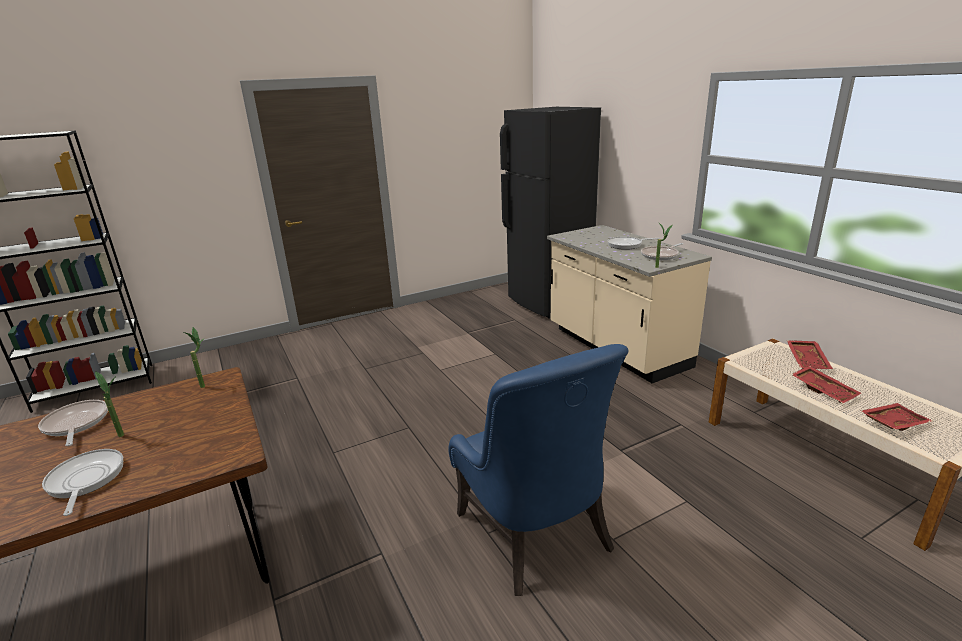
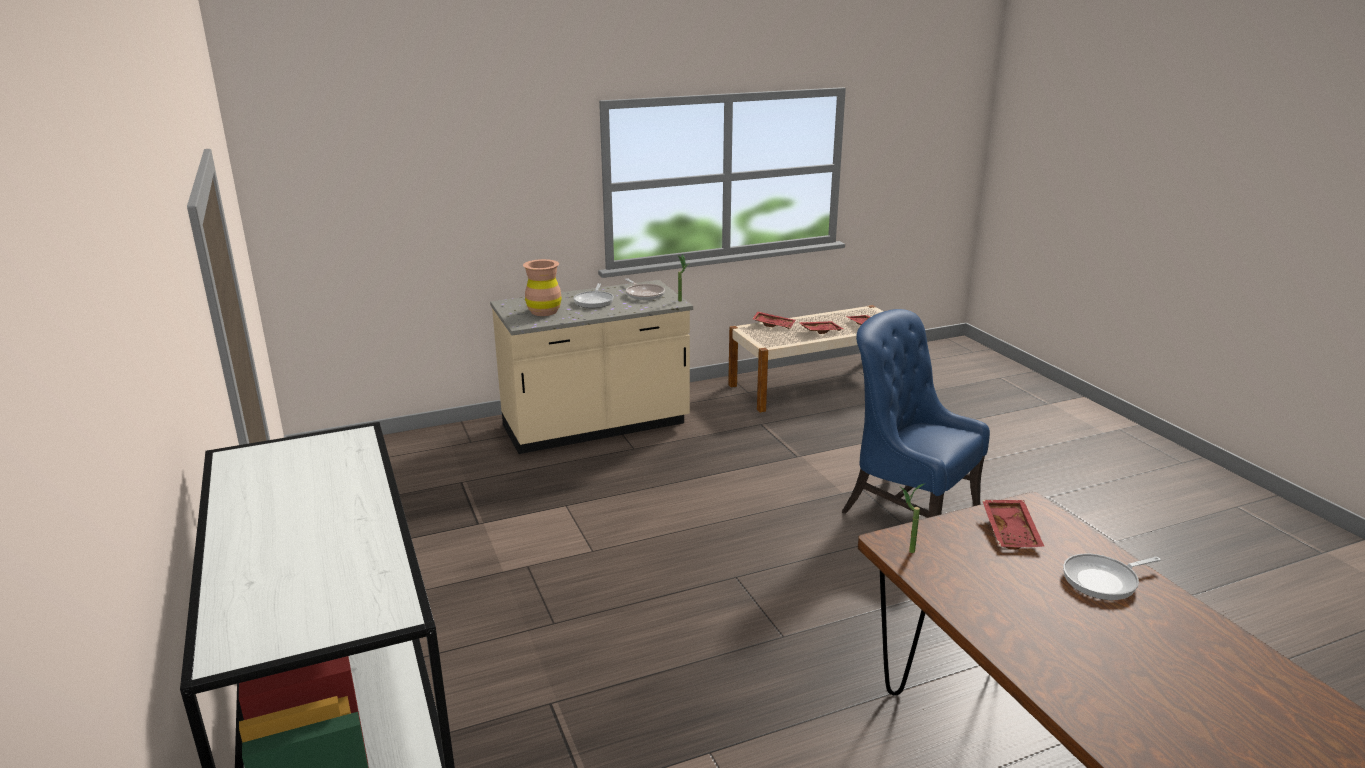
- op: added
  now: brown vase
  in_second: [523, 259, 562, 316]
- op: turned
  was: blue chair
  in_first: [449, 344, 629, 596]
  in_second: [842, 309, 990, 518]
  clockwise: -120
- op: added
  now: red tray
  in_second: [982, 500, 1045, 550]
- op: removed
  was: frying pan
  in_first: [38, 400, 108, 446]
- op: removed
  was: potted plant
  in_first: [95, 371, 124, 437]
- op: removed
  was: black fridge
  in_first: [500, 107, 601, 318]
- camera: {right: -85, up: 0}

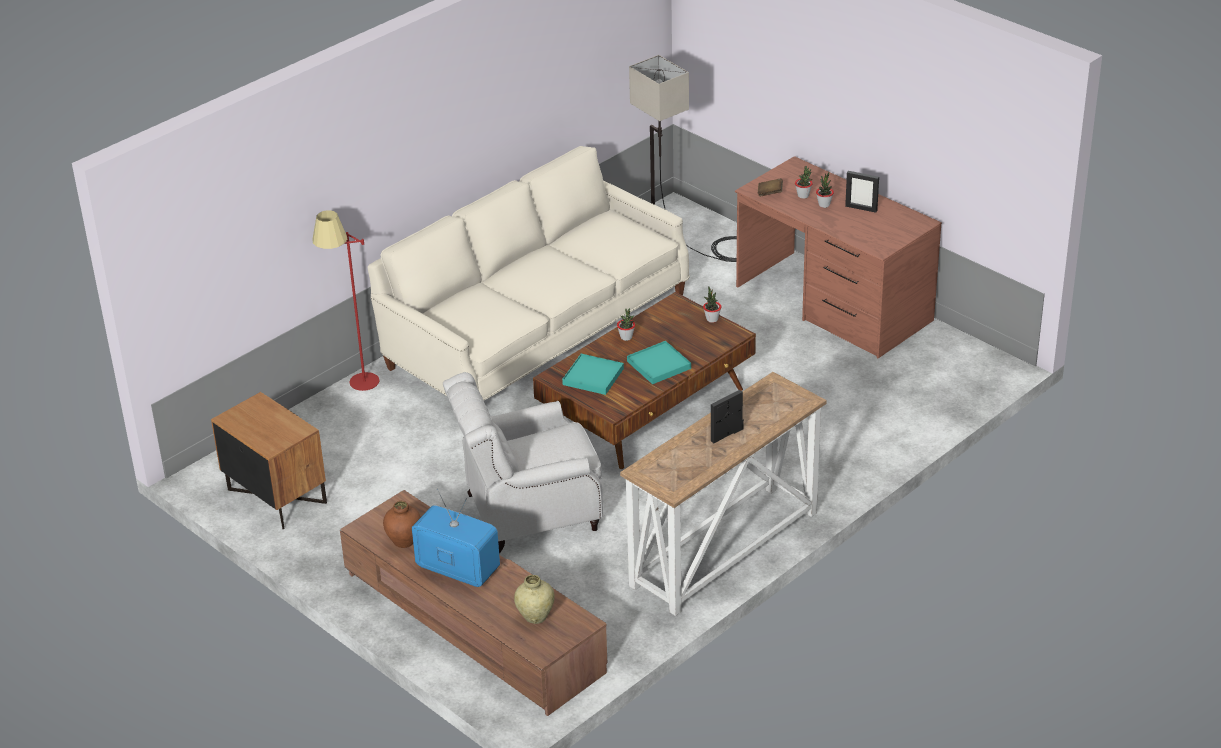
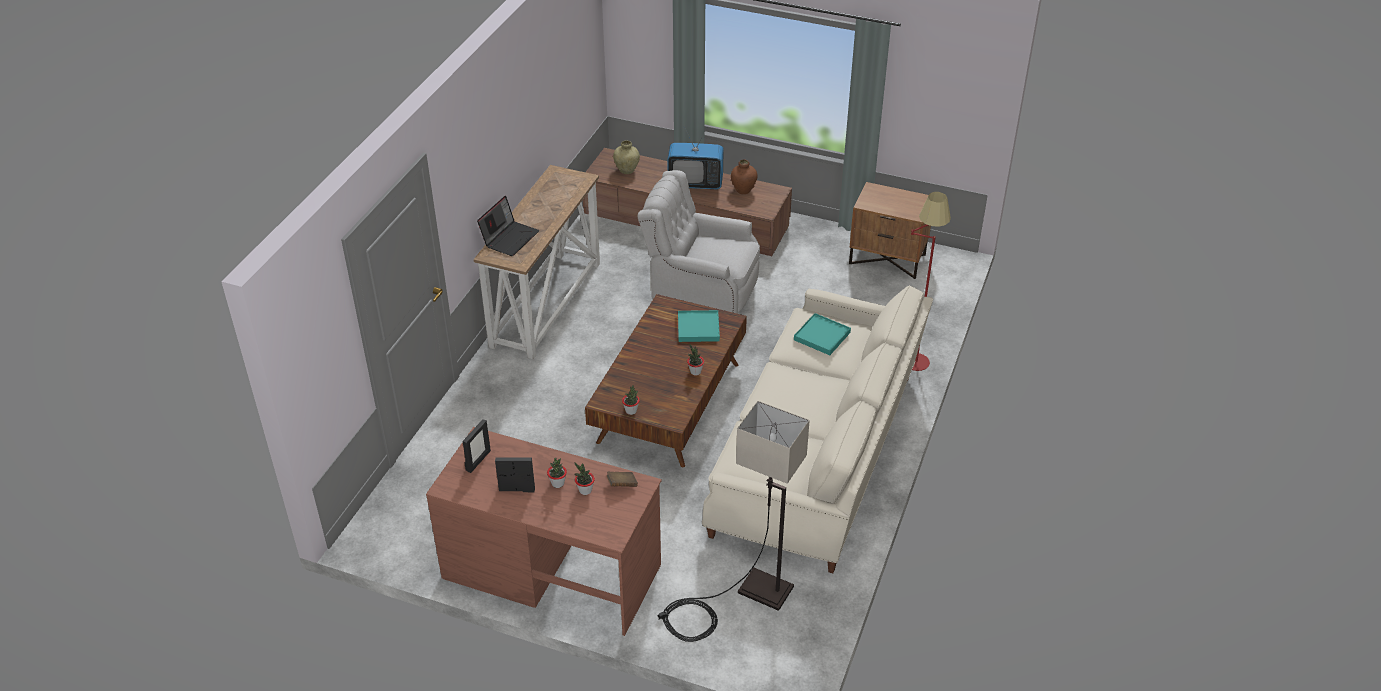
- op: moved
  was: picture frame
  in_first: [711, 390, 744, 443]
  in_second: [463, 419, 491, 473]
- op: added
  now: laptop
  in_second: [477, 196, 539, 256]
- op: turned
  was: white armchair
  in_first: [443, 372, 603, 553]
  in_second: [638, 170, 760, 313]
  clockwise: -120
- op: moved
  was: turquoise tray
  in_first: [627, 341, 691, 384]
  in_second: [794, 313, 851, 355]
- camera: {right: 155, up: 5}

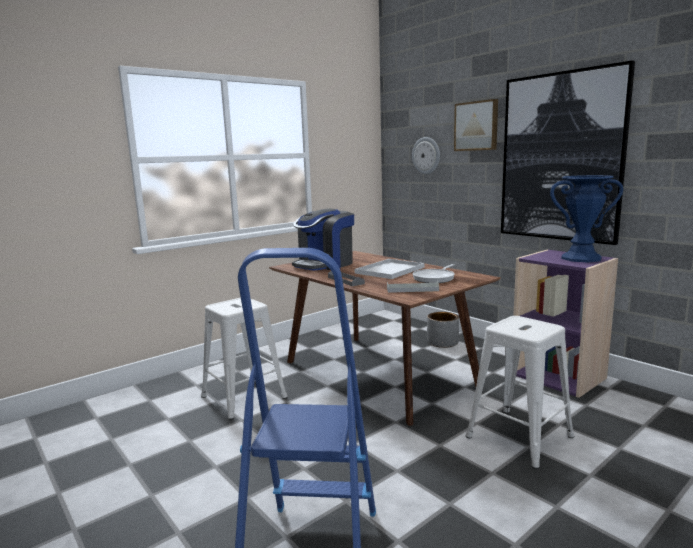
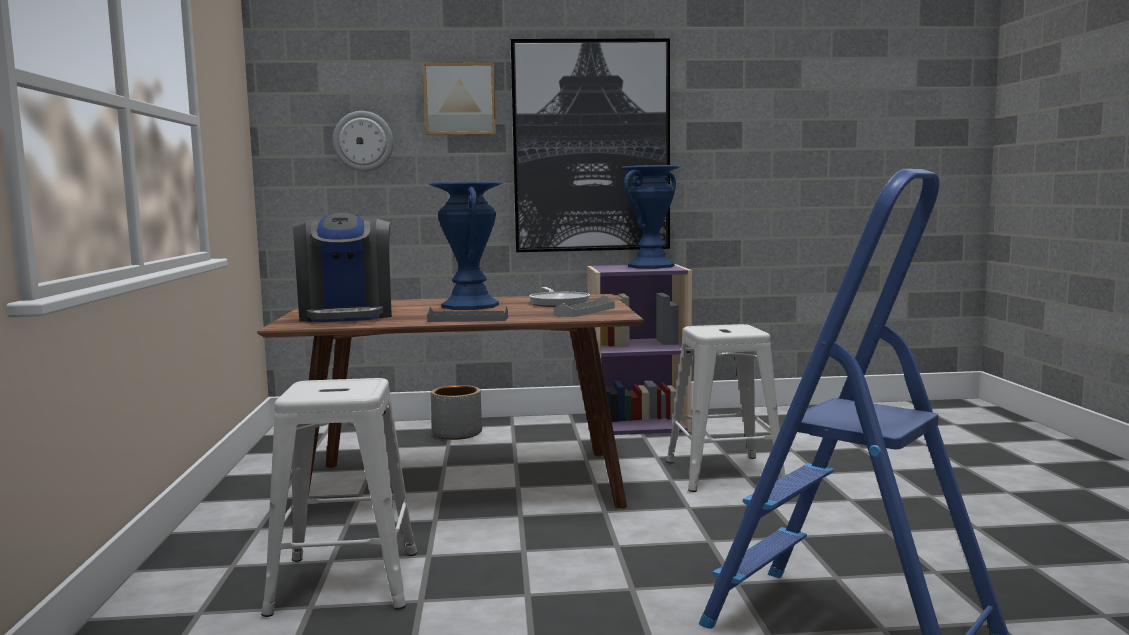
- op: replaced
  was: white tray
  now: blue vase
  in_first: [355, 259, 425, 279]
  in_second: [429, 181, 503, 310]
- camera: {right: -55, up: -5}

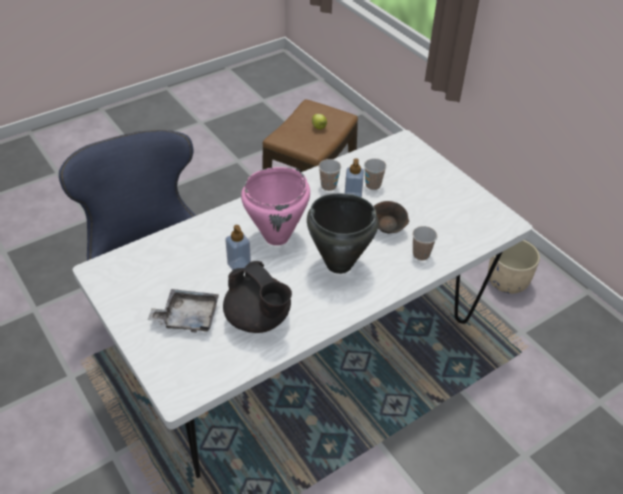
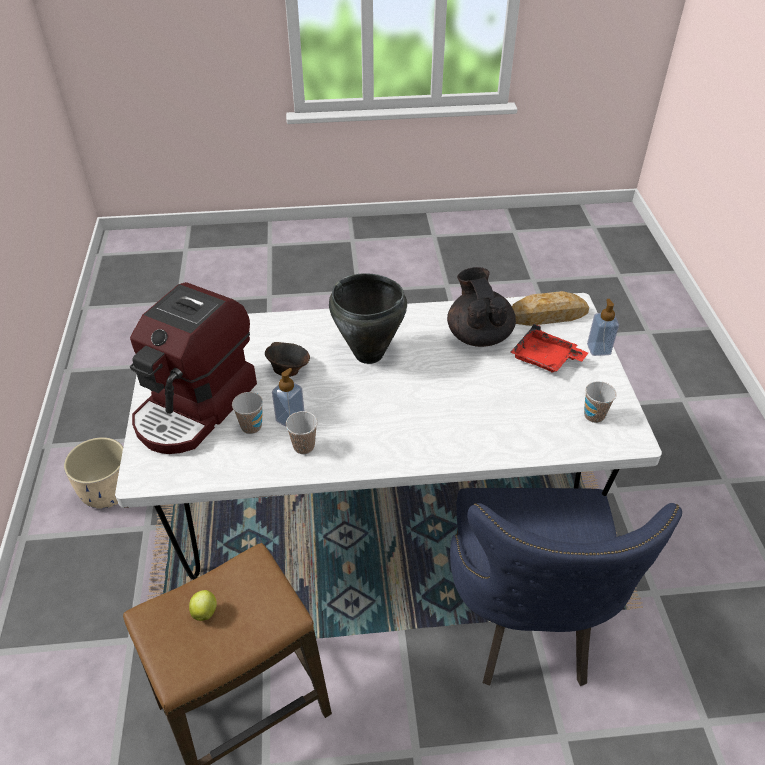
- op: added
  now: coffee machine
  in_second: [130, 282, 257, 454]
- op: recoloured
  was: grey tray
  now: red tray
  in_first: [148, 289, 219, 332]
  in_second: [510, 324, 588, 373]
- op: added
  now: bread
  in_second: [512, 291, 589, 326]
- op: moved
  was: cup
  in_first: [412, 226, 437, 260]
  in_second: [584, 381, 617, 423]
- op: moved
  was: soap dispenser
  in_first: [225, 225, 251, 270]
  in_second: [587, 299, 619, 356]
- op: removed
  was: pink cooking pot
  in_first: [241, 167, 310, 246]
- camera: {right: -150, up: 0}

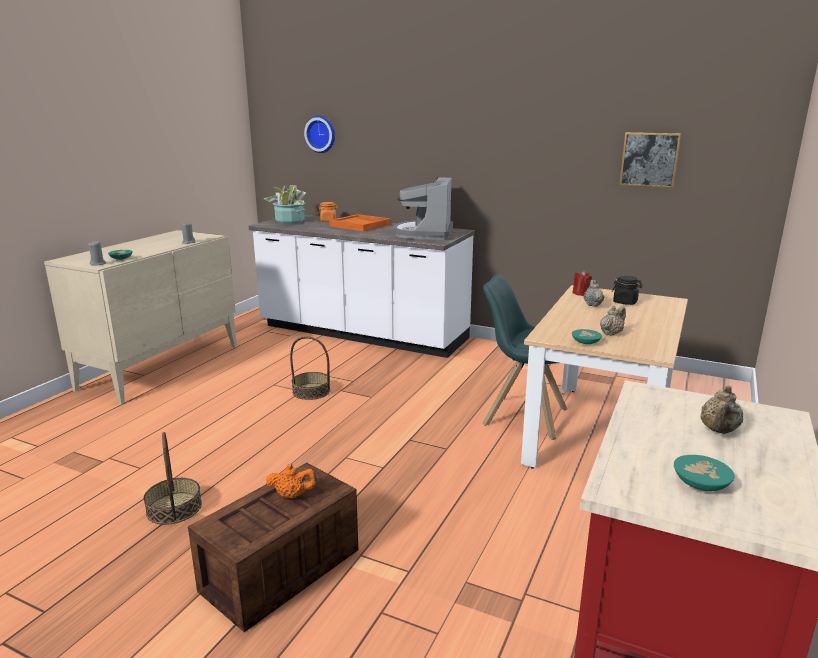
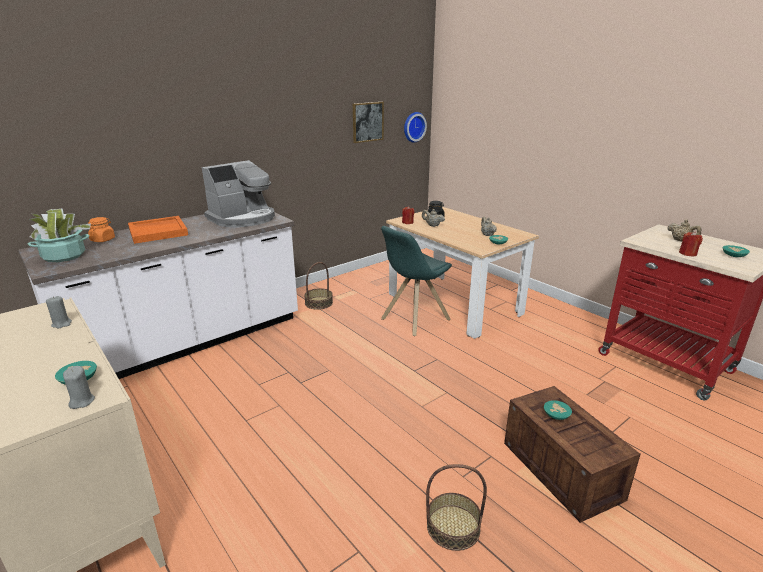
- op: turned
  was: coffee machine
  in_first: [394, 177, 453, 240]
  in_second: [202, 160, 275, 228]
  clockwise: -75
- op: moved
  was: basket
  in_first: [290, 336, 330, 400]
  in_second: [304, 262, 333, 310]
- op: moved
  was: wall clock
  in_first: [304, 116, 335, 153]
  in_second: [404, 112, 427, 143]
- op: replaced
  was: orange teapot
  now: turquoise bowl
  in_first: [266, 464, 317, 498]
  in_second: [544, 400, 572, 420]
- op: added
  now: red candle
  in_second: [679, 232, 703, 256]
- camera: {right: -65, up: 5}

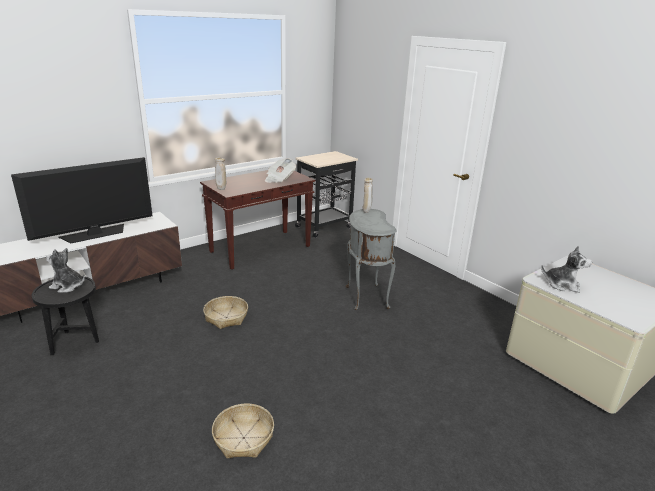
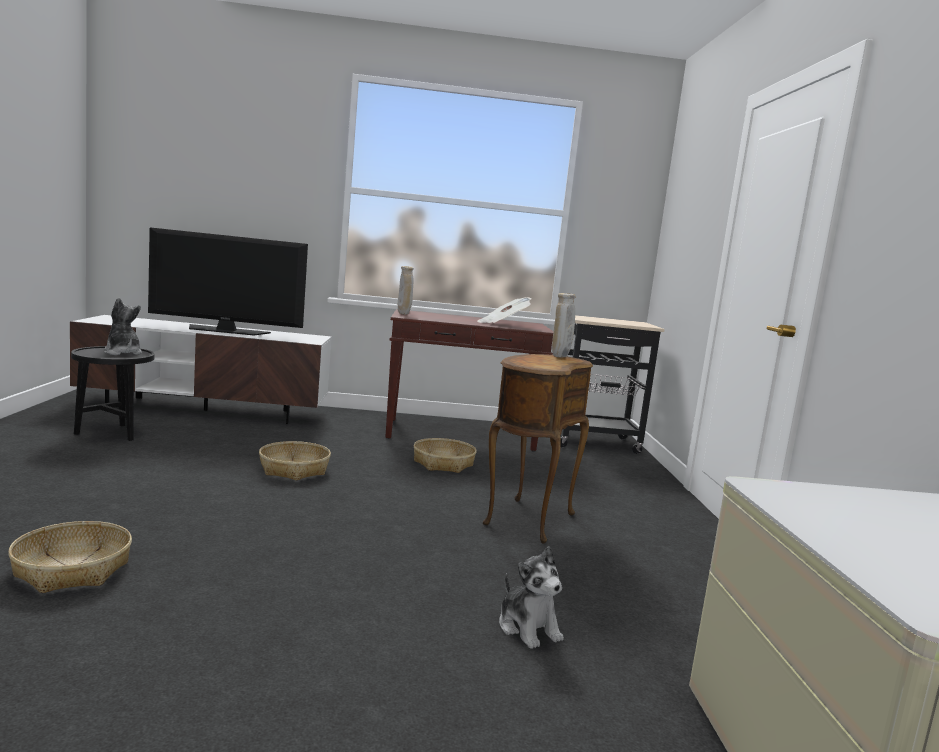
- op: added
  now: basket
  in_second: [414, 438, 477, 473]
- op: recoloured
  was: grey side table
  now: brown side table
  in_first: [346, 209, 397, 310]
  in_second: [483, 354, 593, 544]
- op: moved
  was: plush toy
  in_first: [541, 246, 592, 293]
  in_second: [499, 546, 564, 649]
- camera: {right: 35, up: -15}

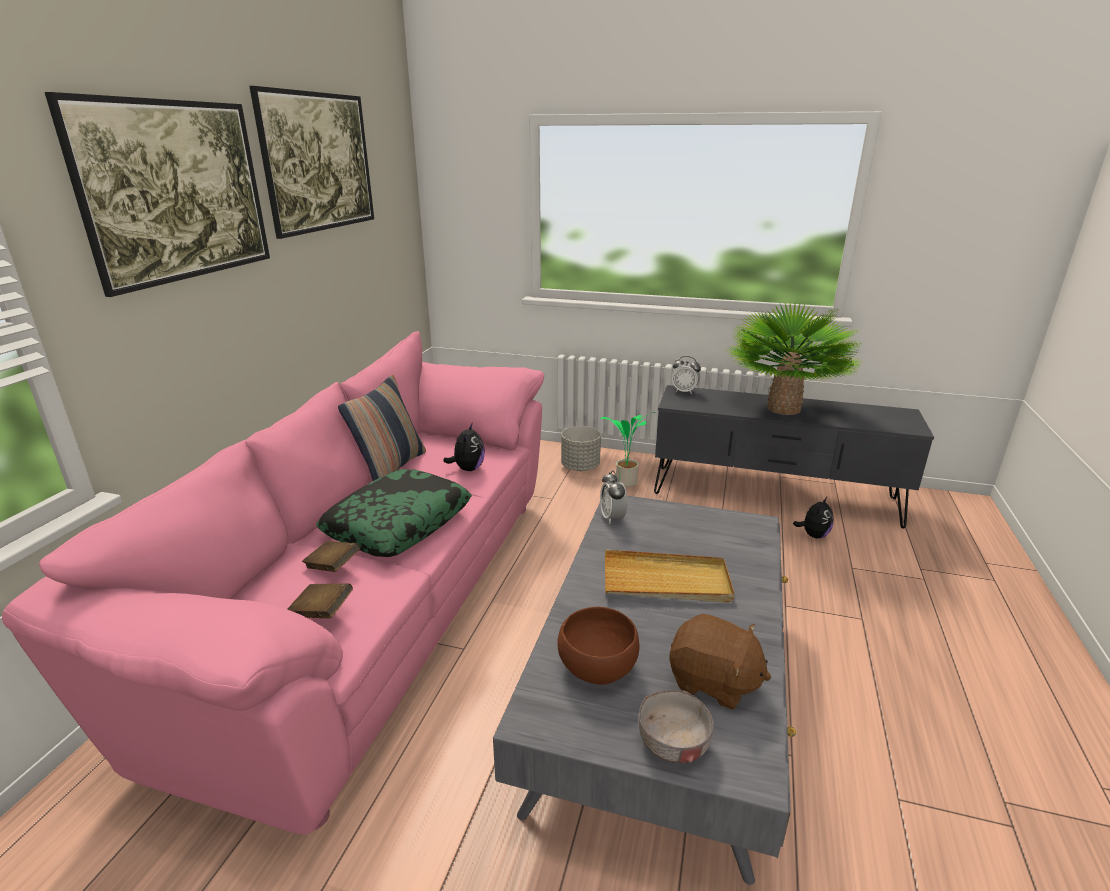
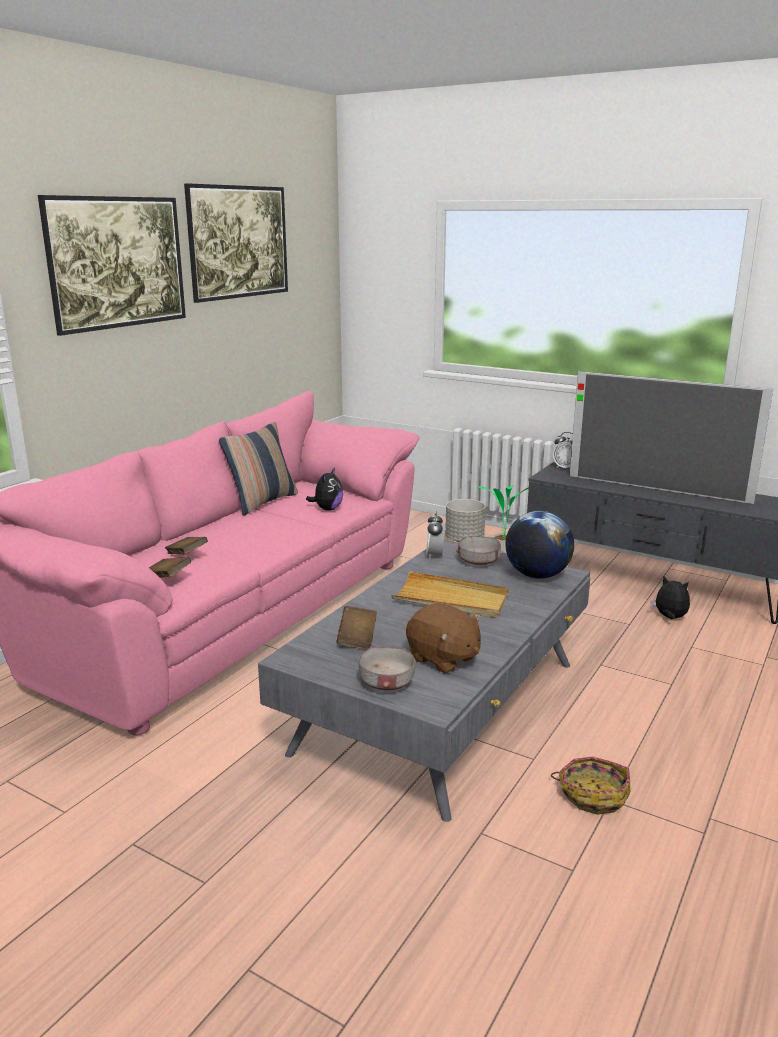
- op: replaced
  was: brown bowl
  now: brown book
  in_first: [557, 607, 640, 685]
  in_second: [337, 606, 377, 649]
- op: added
  now: grey bowl
  in_second: [456, 536, 503, 565]
- op: added
  now: globe
  in_second: [506, 511, 574, 579]
- op: added
  now: basket
  in_second: [551, 757, 630, 815]
- op: replaced
  was: potted plant
  now: television
  in_first: [725, 303, 863, 415]
  in_second: [570, 371, 773, 504]
- op: turned
  was: plush toy
  in_first: [793, 497, 834, 538]
  in_second: [650, 576, 690, 619]
  clockwise: -105
- op: removed
  was: pillow
  in_first: [316, 469, 472, 557]
- camera: {right: 15, up: -5}

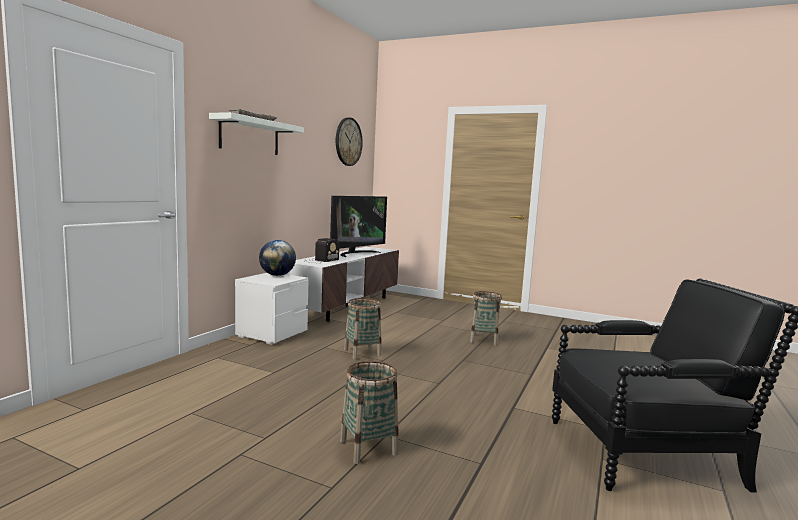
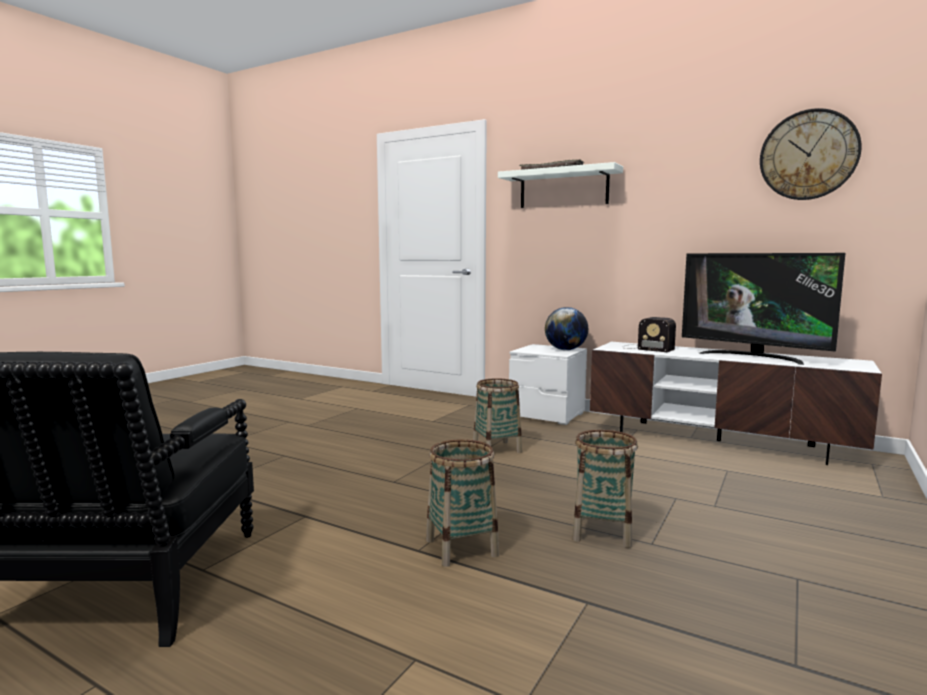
- op: moved
  was: basket
  in_first: [340, 361, 399, 464]
  in_second: [426, 439, 499, 567]
- camera: {right: 95, up: 0}

